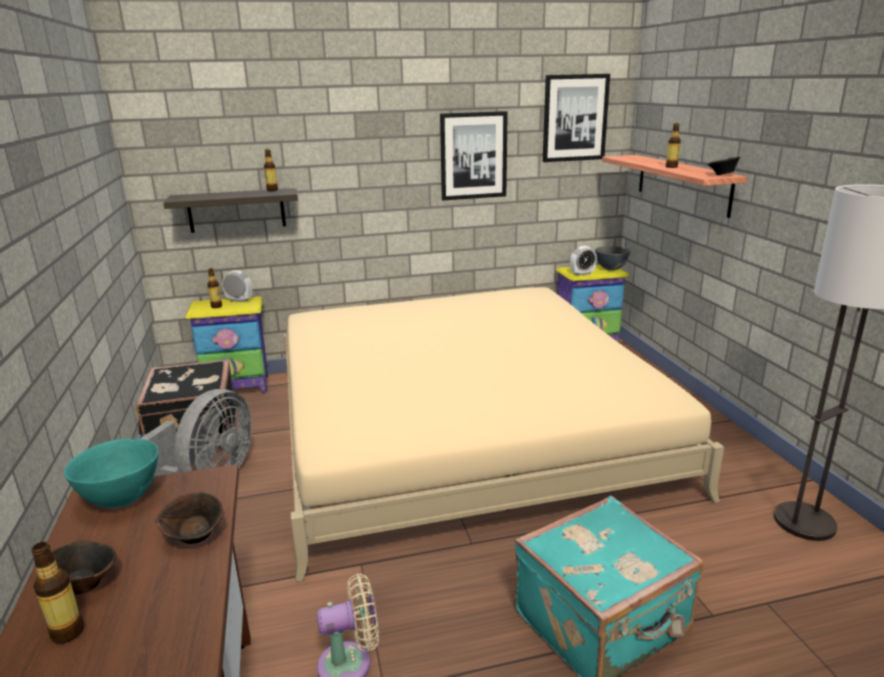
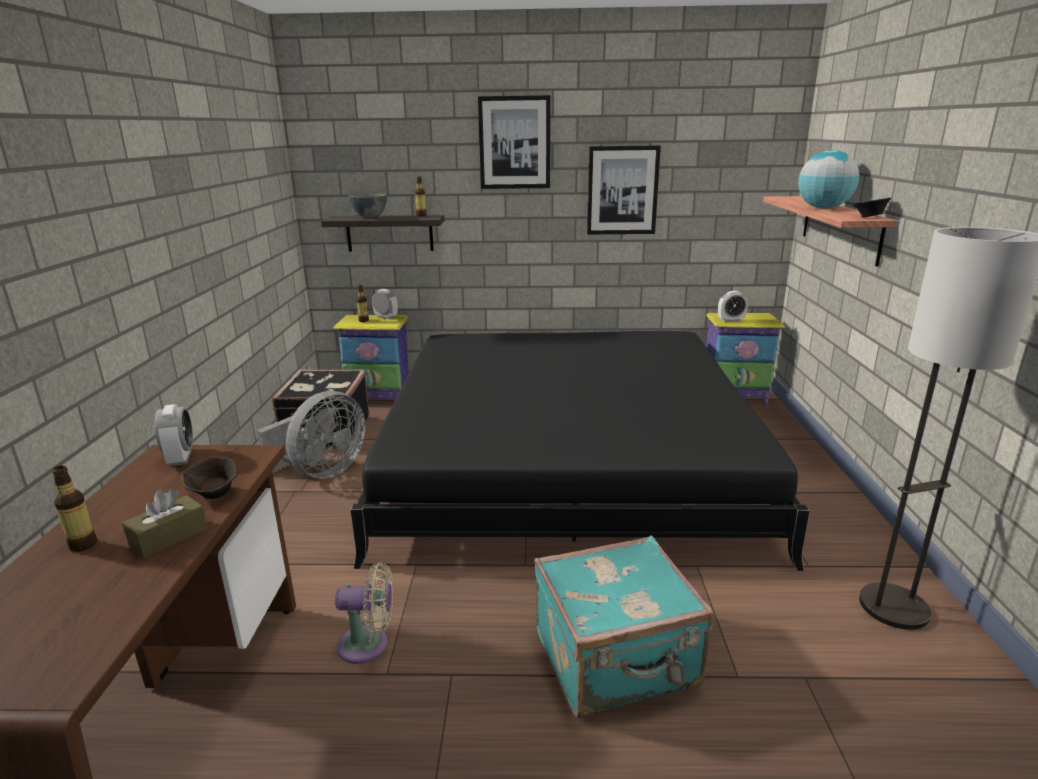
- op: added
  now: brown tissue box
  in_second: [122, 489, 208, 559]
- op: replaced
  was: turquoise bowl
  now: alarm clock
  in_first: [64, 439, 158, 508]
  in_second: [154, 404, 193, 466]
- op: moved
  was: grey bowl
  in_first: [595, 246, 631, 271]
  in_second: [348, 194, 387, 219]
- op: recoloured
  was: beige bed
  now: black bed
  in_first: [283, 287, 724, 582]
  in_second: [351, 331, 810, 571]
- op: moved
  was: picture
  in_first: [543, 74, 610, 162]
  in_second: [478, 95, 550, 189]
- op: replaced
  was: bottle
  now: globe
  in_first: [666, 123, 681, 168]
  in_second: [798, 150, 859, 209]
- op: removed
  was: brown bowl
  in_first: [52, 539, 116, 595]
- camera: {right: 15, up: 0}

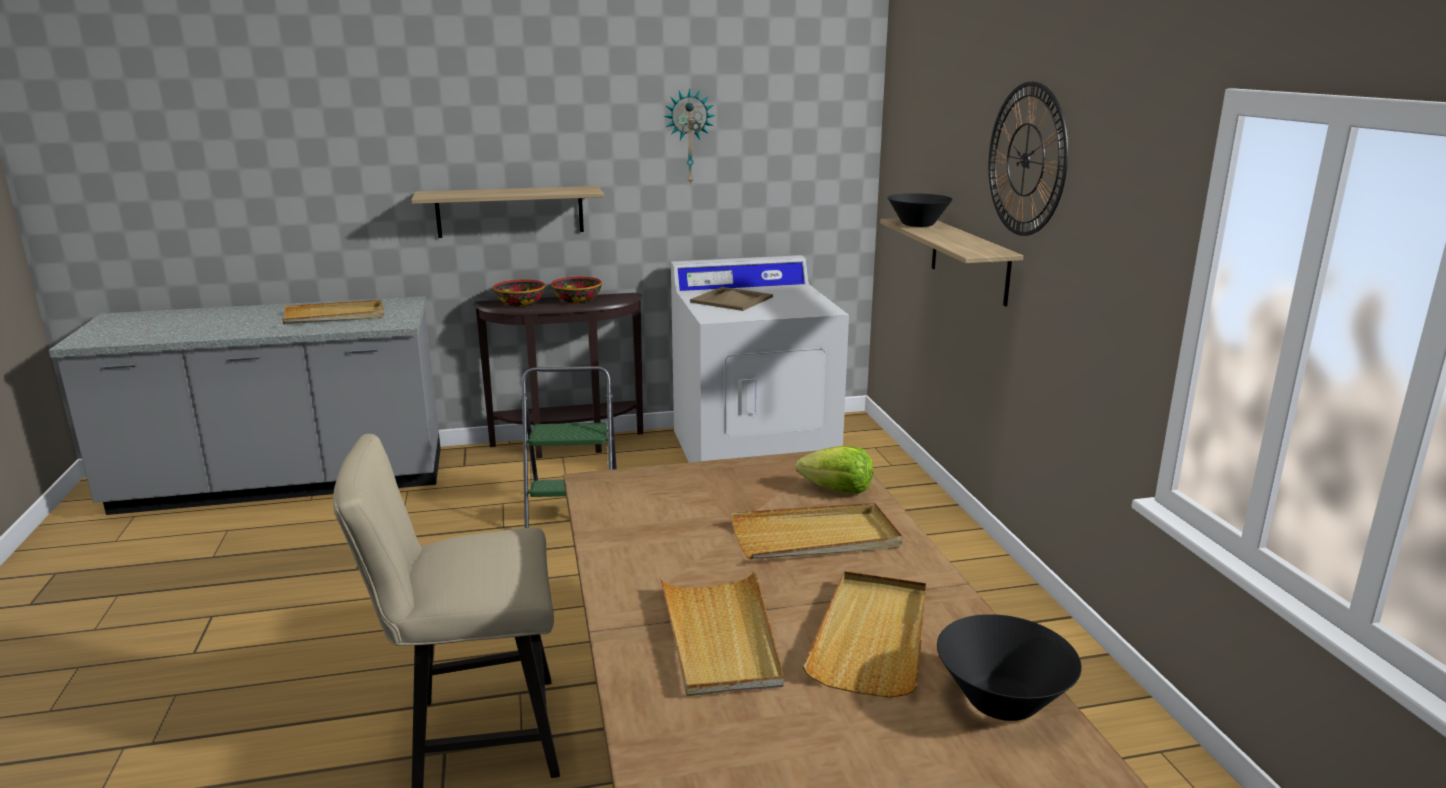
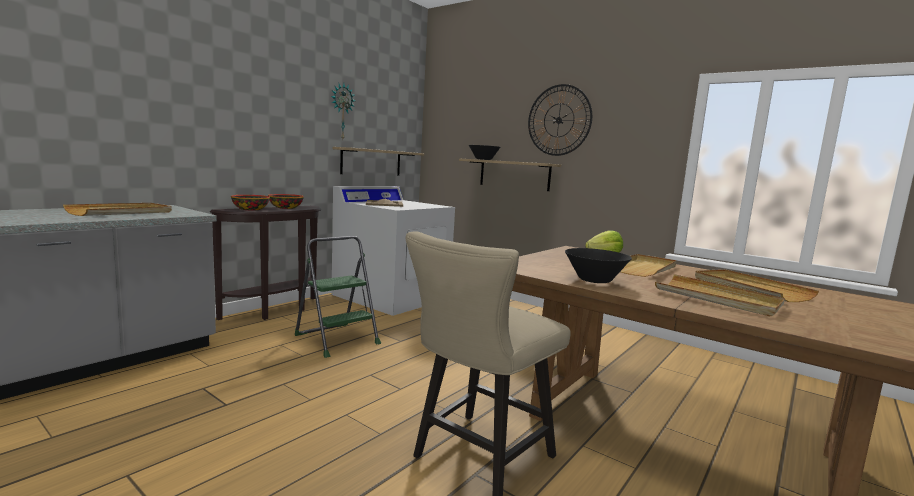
- op: moved
  was: shelf
  in_first: [411, 186, 604, 238]
  in_second: [333, 147, 424, 176]
- op: moved
  was: black bowl
  in_first: [937, 614, 1082, 721]
  in_second: [565, 248, 632, 283]
- camera: {right: -40, up: -10}

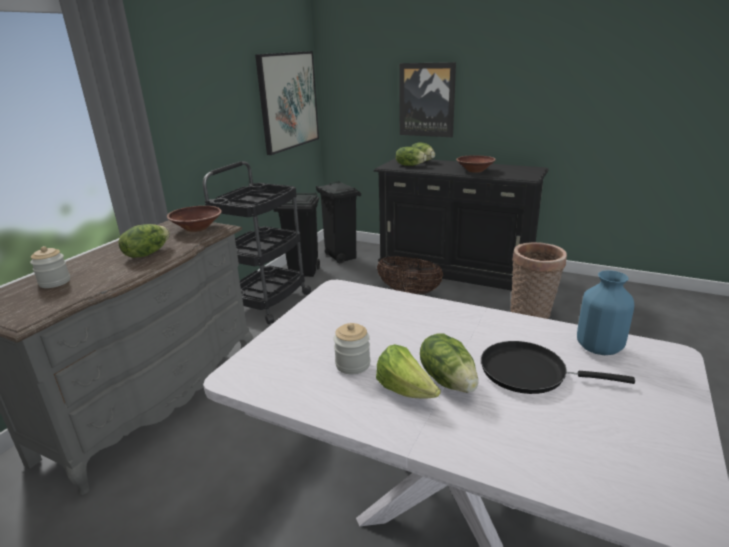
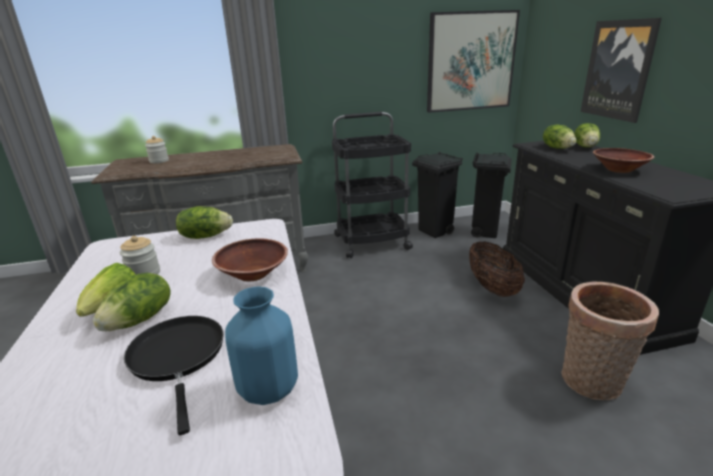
- op: moved
  was: lettuce
  in_first: [118, 224, 170, 258]
  in_second: [176, 206, 233, 239]
- op: moved
  was: brown bowl
  in_first: [167, 206, 222, 232]
  in_second: [212, 238, 288, 281]
- camera: {right: 50, up: 0}

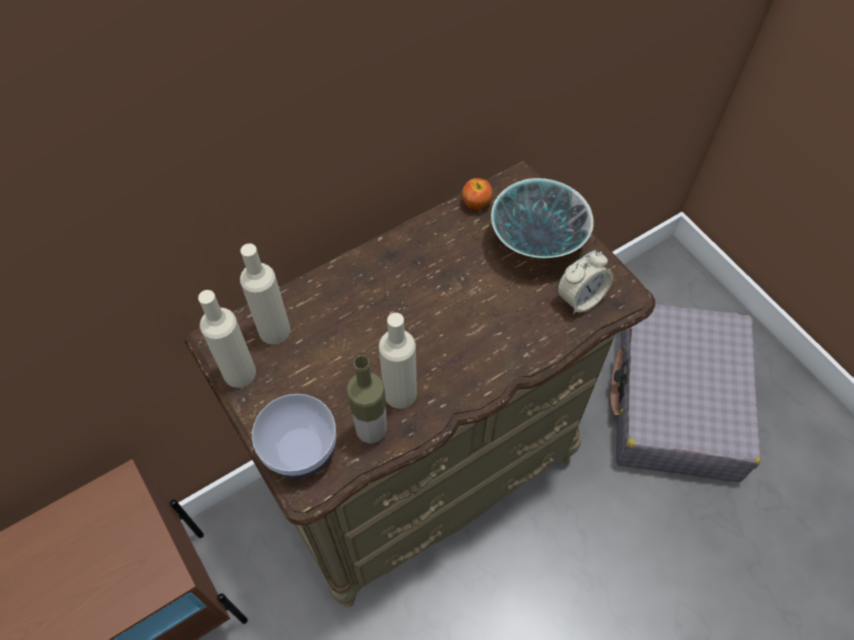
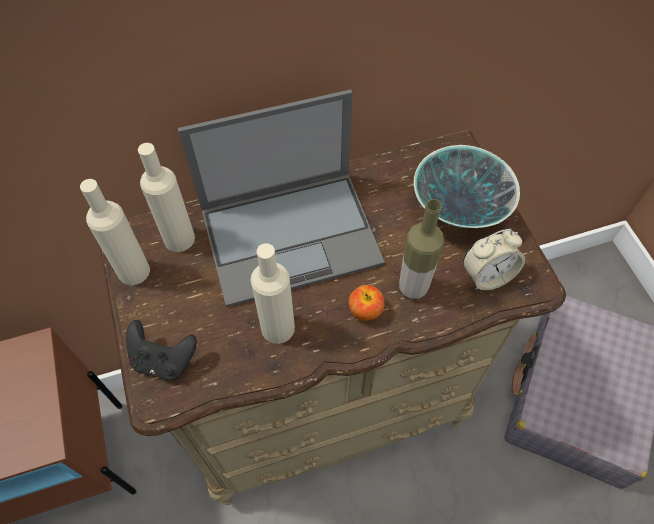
- op: replaced
  was: bowl
  now: black game controller
  in_first: [252, 394, 336, 478]
  in_second: [126, 320, 197, 381]
- op: added
  now: laptop
  in_second: [178, 89, 385, 307]
- op: moved
  was: apple
  in_first: [462, 178, 493, 210]
  in_second: [348, 285, 385, 321]
- op: moved
  was: bottle
  in_first: [346, 356, 387, 445]
  in_second: [399, 199, 444, 300]
- camera: {right: 15, up: 0}

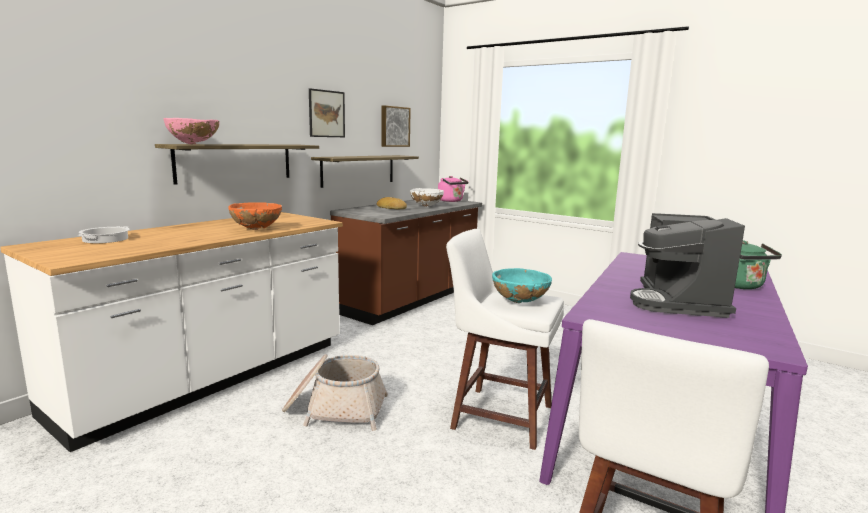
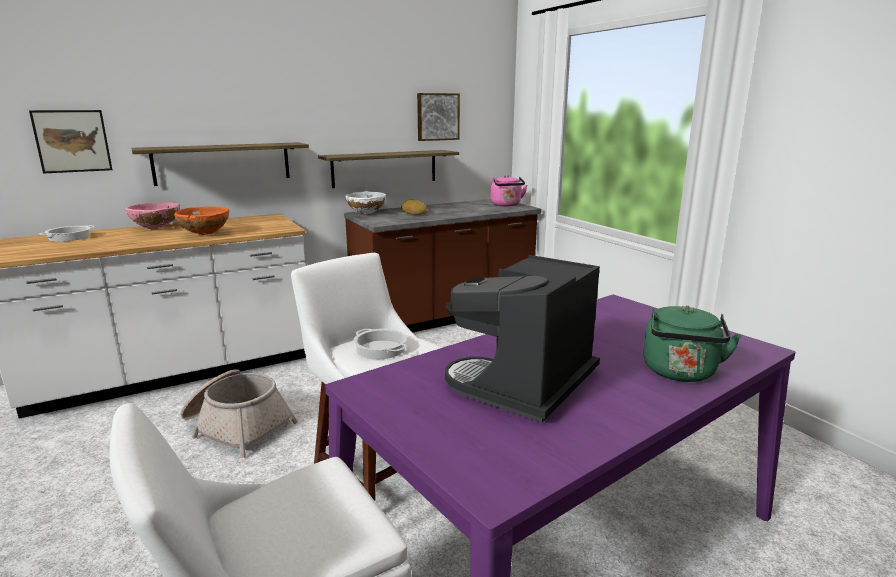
- op: moved
  was: picture
  in_first: [309, 88, 345, 137]
  in_second: [29, 110, 112, 174]
- op: moved
  was: pink bowl
  in_first: [164, 118, 220, 144]
  in_second: [126, 202, 180, 229]
- op: moved
  was: white bowl
  in_first: [410, 188, 444, 206]
  in_second: [345, 191, 386, 214]
- op: replaced
  was: turquoise bowl
  now: cooking pot
  in_first: [492, 268, 552, 303]
  in_second: [353, 329, 407, 359]
- camera: {right: 25, up: 5}

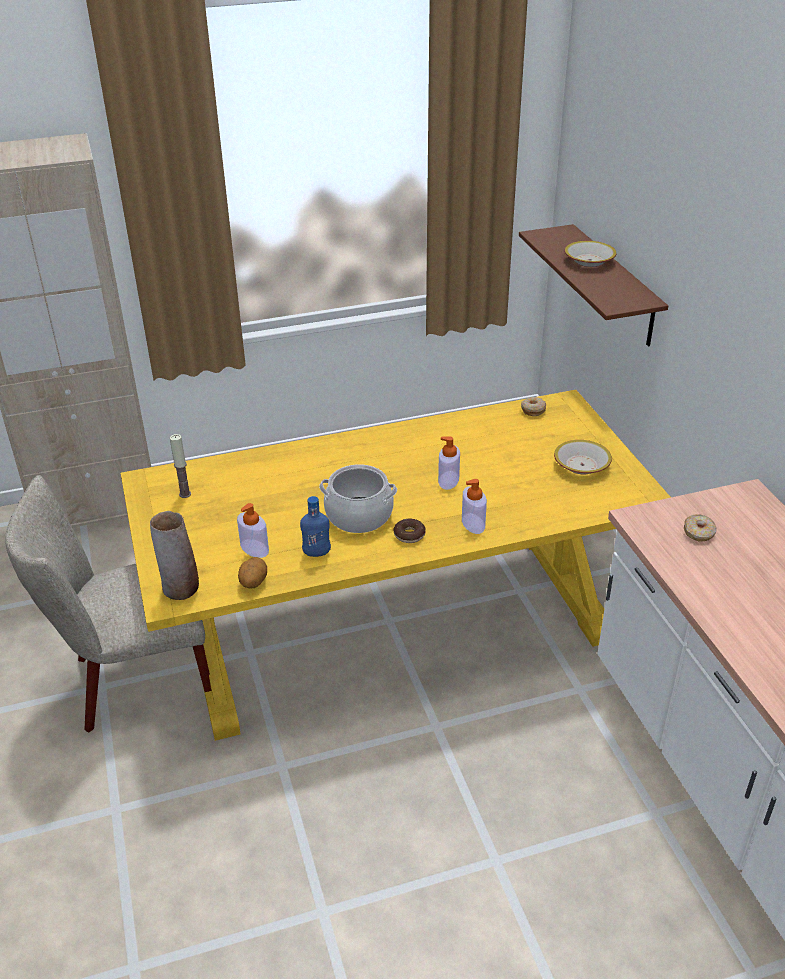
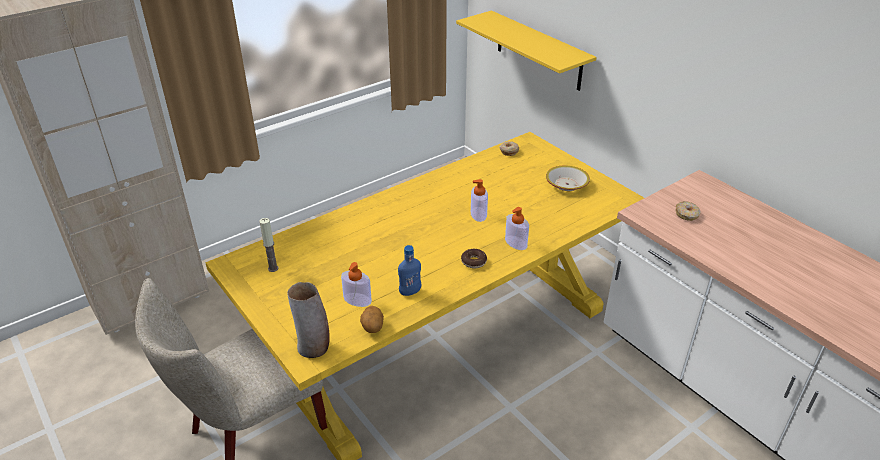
- op: recoloured
  was: brown shelf
  now: yellow shelf
  in_first: [519, 224, 668, 347]
  in_second: [456, 11, 597, 91]
- op: removed
  was: cooking pot
  in_first: [319, 464, 397, 533]
- op: removed
  was: bowl
  in_first: [565, 241, 616, 267]
- camera: {right: -20, up: 0}

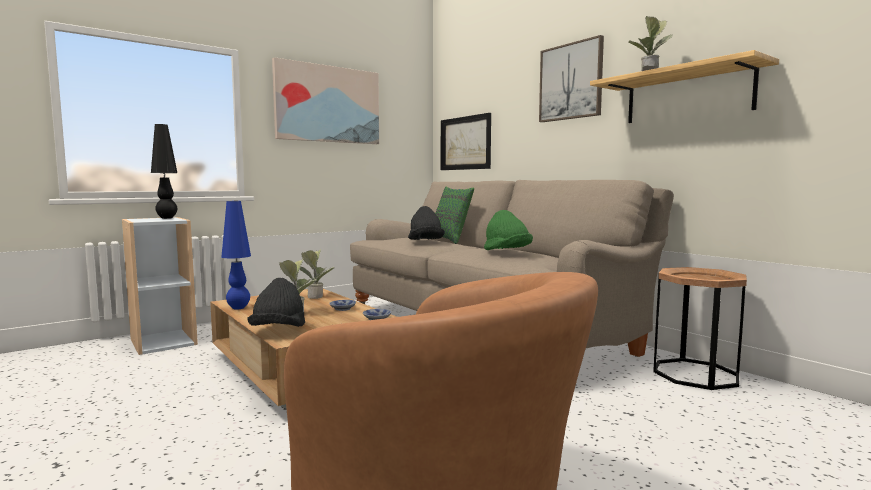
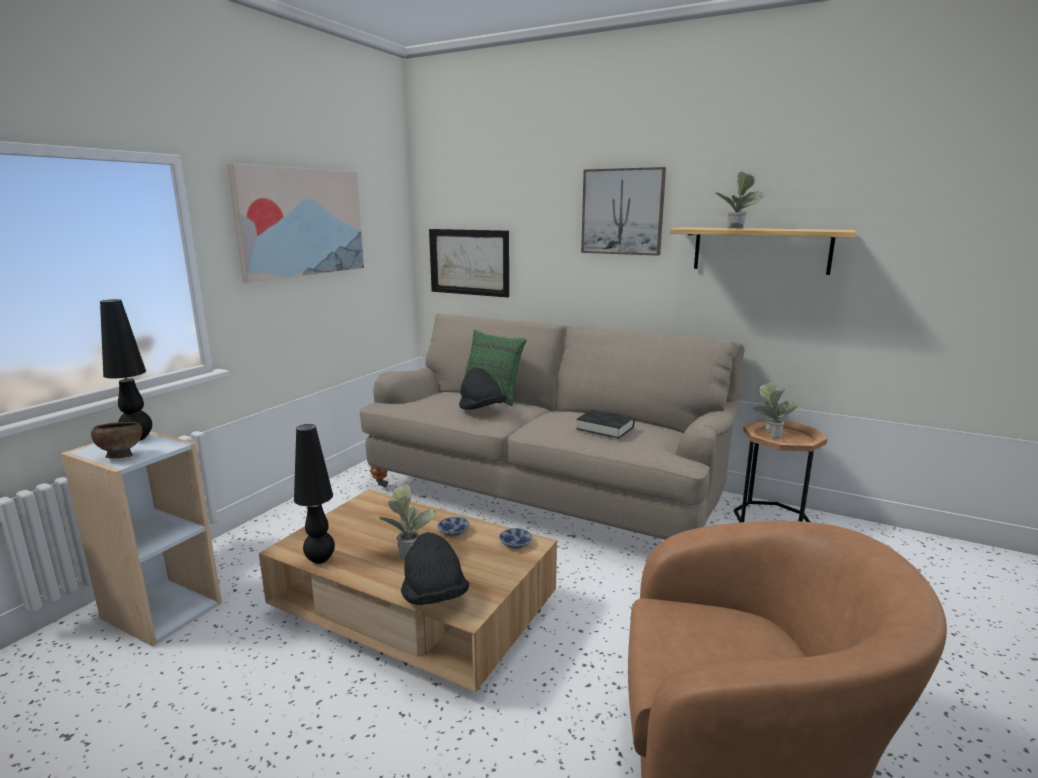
- op: added
  now: brown bowl
  in_second: [91, 422, 143, 459]
- op: recoloured
  was: blue table lamp
  now: black table lamp
  in_first: [221, 201, 251, 310]
  in_second: [294, 424, 335, 564]
- op: replaced
  was: green hat
  now: black book
  in_first: [484, 210, 533, 250]
  in_second: [576, 409, 635, 438]
- op: moved
  was: potted plant
  in_first: [299, 249, 335, 299]
  in_second: [754, 383, 798, 439]
- camera: {right: -25, up: 10}

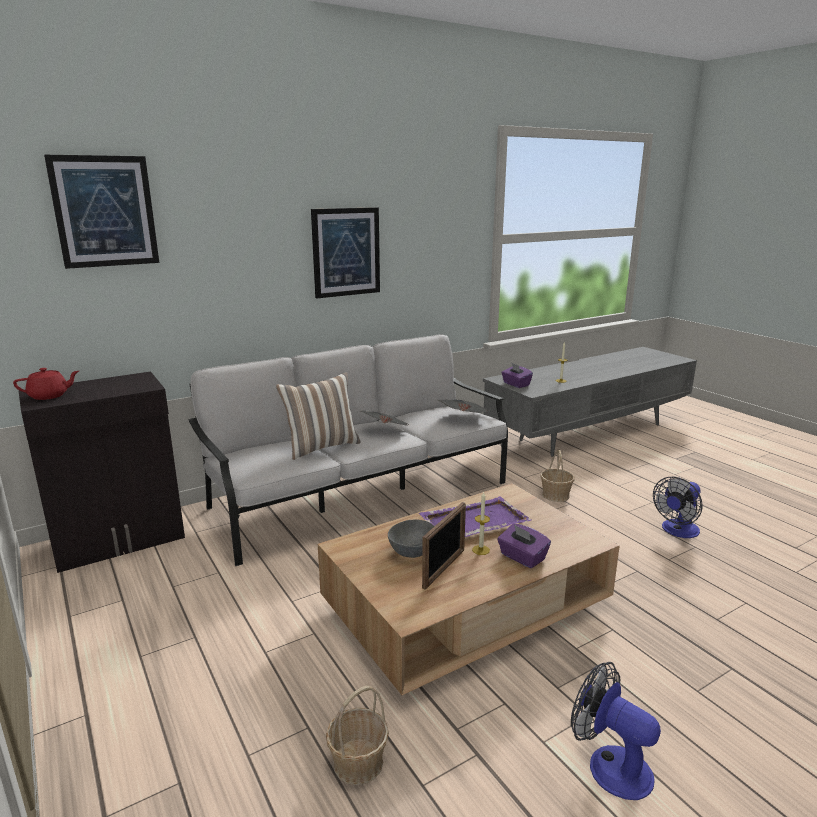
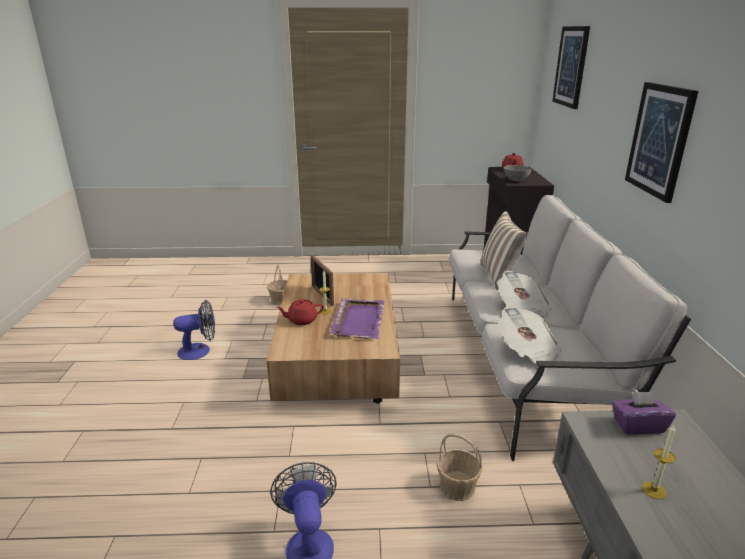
- op: replaced
  was: purple tissue box
  now: red teapot
  in_first: [497, 524, 551, 568]
  in_second: [276, 299, 324, 325]
- op: moved
  was: grey bowl
  in_first: [388, 519, 434, 558]
  in_second: [503, 165, 532, 181]
- camera: {right: 120, up: 5}

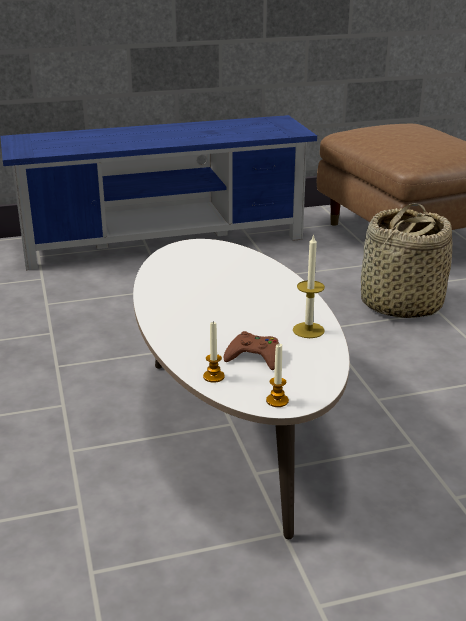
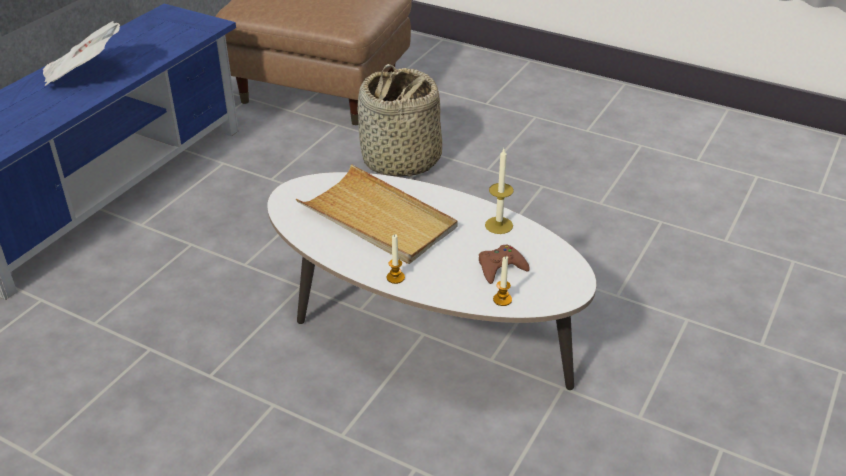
- op: added
  now: newspaper
  in_second: [43, 21, 120, 86]
- op: added
  now: beige tray
  in_second: [296, 164, 457, 264]
- op: moved
  was: candle
  in_first: [266, 344, 289, 407]
  in_second: [387, 234, 405, 284]
- camera: {right: -45, up: 10}

